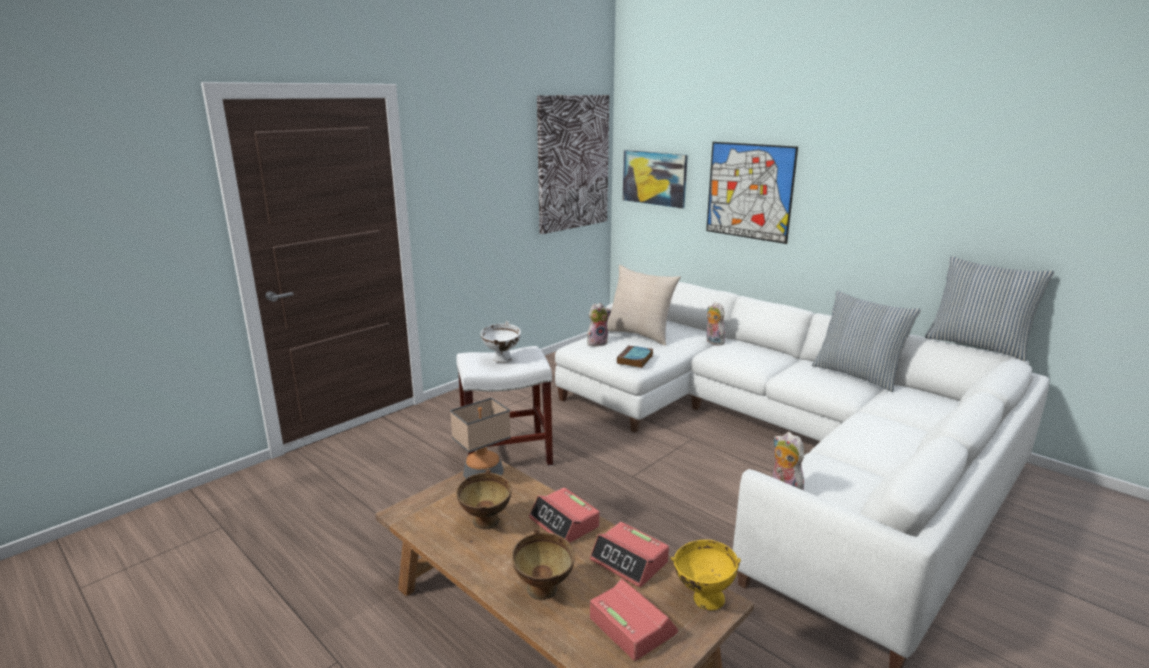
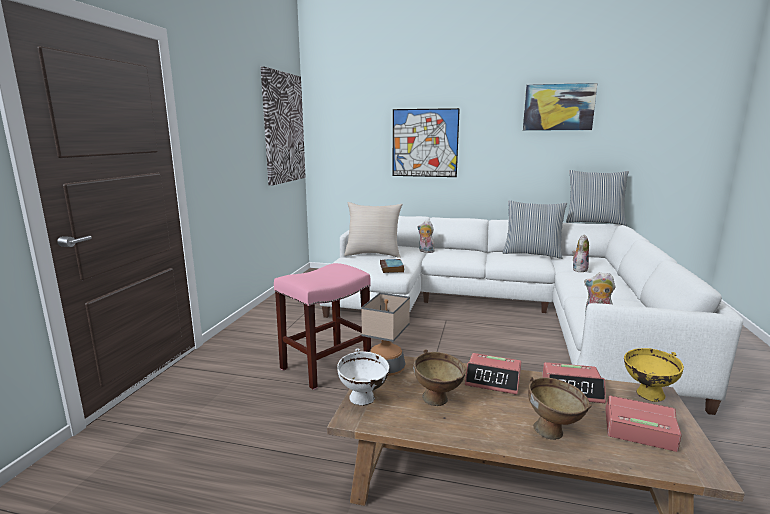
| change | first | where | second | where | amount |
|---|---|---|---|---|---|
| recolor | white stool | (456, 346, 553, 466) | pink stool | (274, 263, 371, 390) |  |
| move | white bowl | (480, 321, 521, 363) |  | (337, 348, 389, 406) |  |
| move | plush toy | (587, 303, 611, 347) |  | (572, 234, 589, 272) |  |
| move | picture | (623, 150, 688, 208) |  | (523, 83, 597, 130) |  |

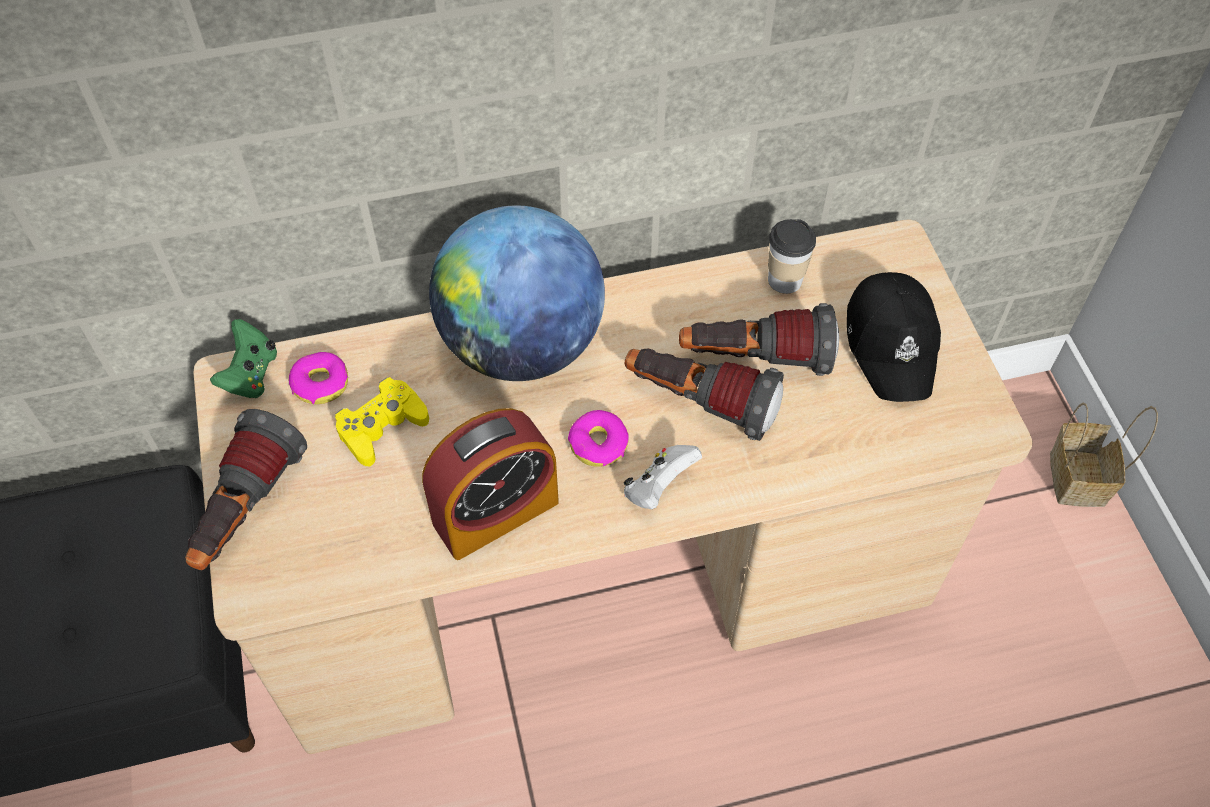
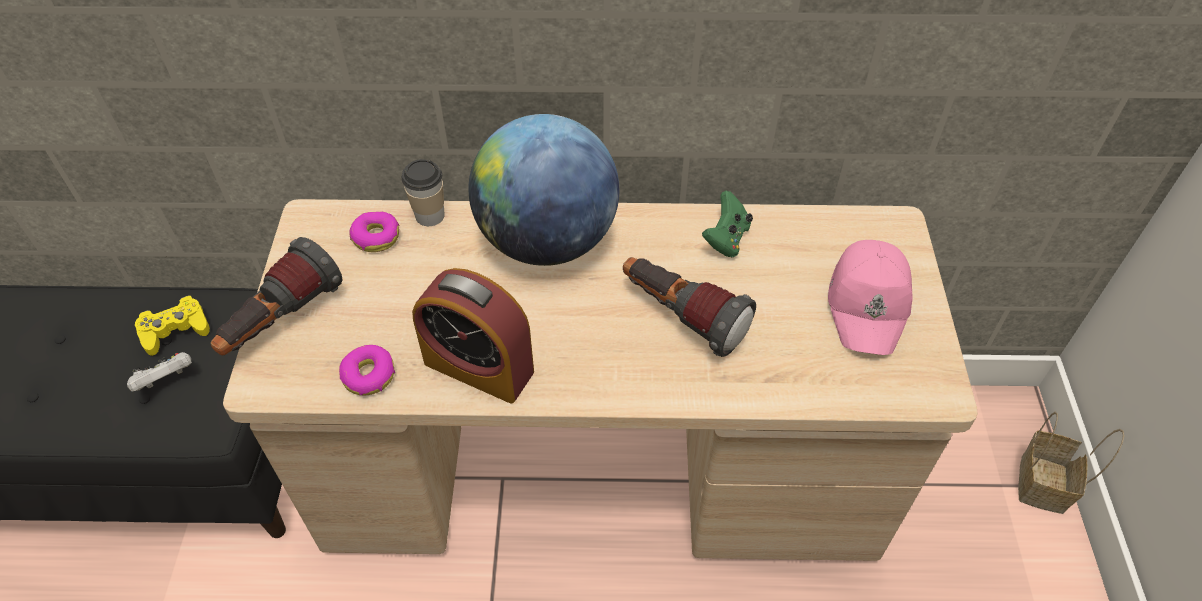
| change | first | where | second | where | amount |
|---|---|---|---|---|---|
| move | green game controller | (210, 319, 277, 398) |  | (702, 191, 753, 257) |  |
| move | yellow game controller | (335, 377, 429, 466) |  | (135, 295, 210, 356) |  |
| rotate | alarm clock | (422, 408, 559, 560) |  | (412, 268, 534, 403) | 45 degrees clockwise |
| move | donut | (568, 410, 629, 467) |  | (339, 345, 395, 395) |  |
| move | white game controller | (624, 445, 702, 509) |  | (127, 352, 192, 392) |  |
| delete | flashlight | (679, 303, 839, 376) |  |  |  |
| move | cup | (768, 219, 816, 294) |  | (401, 159, 445, 226) |  |
| recolor | black cap | (847, 272, 941, 402) | pink cap | (828, 240, 912, 355) |  |

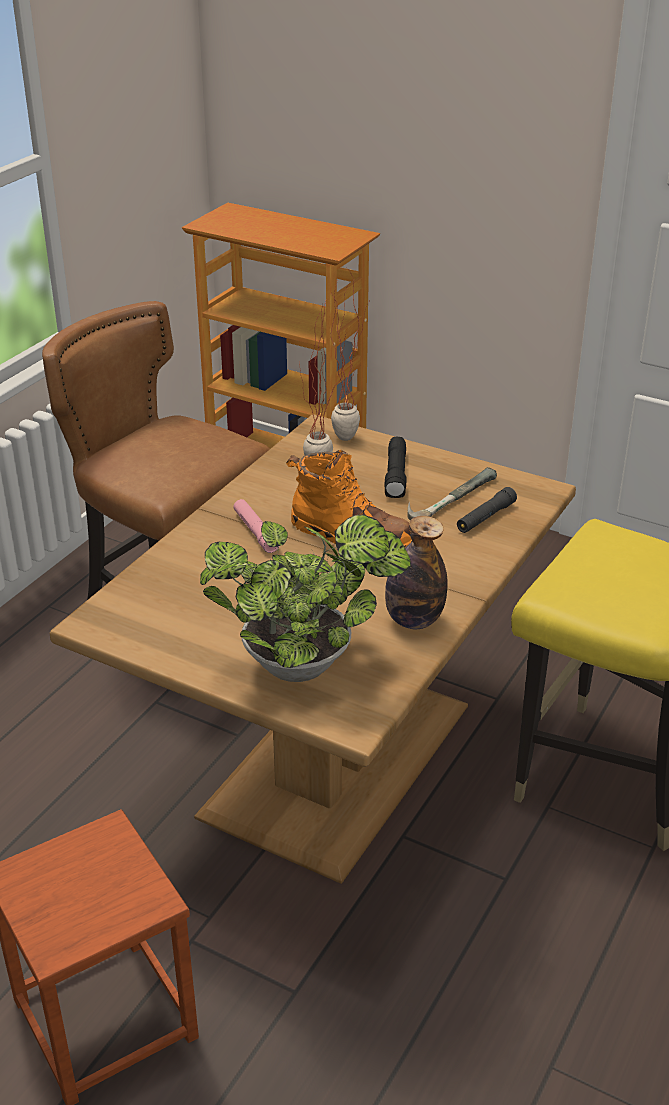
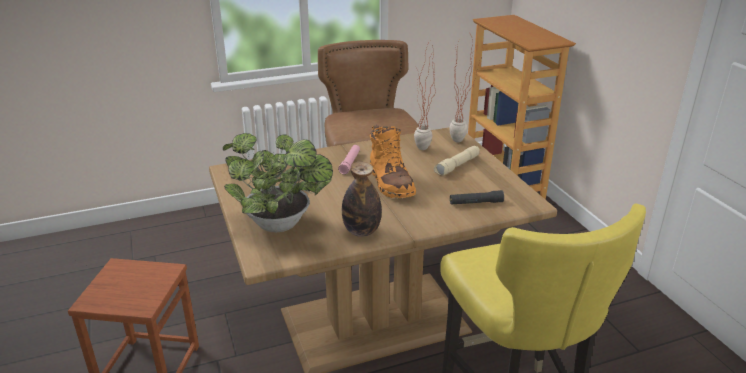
| change | first | where | second | where | amount |
|---|---|---|---|---|---|
| recolor | black flashlight | (384, 437, 407, 498) | beige flashlight | (434, 146, 480, 176) |  |
| delete | hammer | (407, 467, 497, 520) |  |  |  |

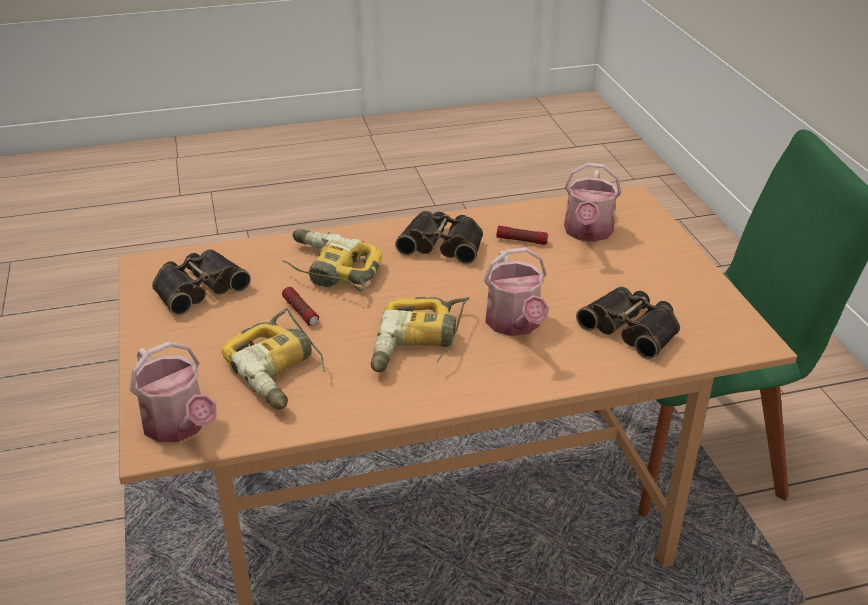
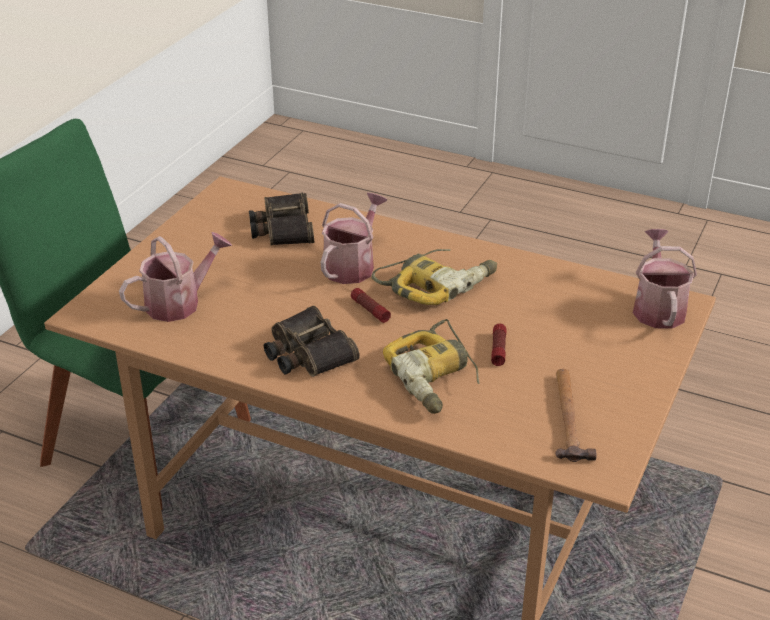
| change | first | where | second | where | amount |
|---|---|---|---|---|---|
| replace | binoculars | (152, 249, 251, 315) | hammer | (556, 369, 597, 462) |  |
| delete | power drill | (221, 308, 325, 410) |  |  |  |
| move | flashlight | (497, 226, 548, 245) |  | (351, 288, 391, 323) |  |

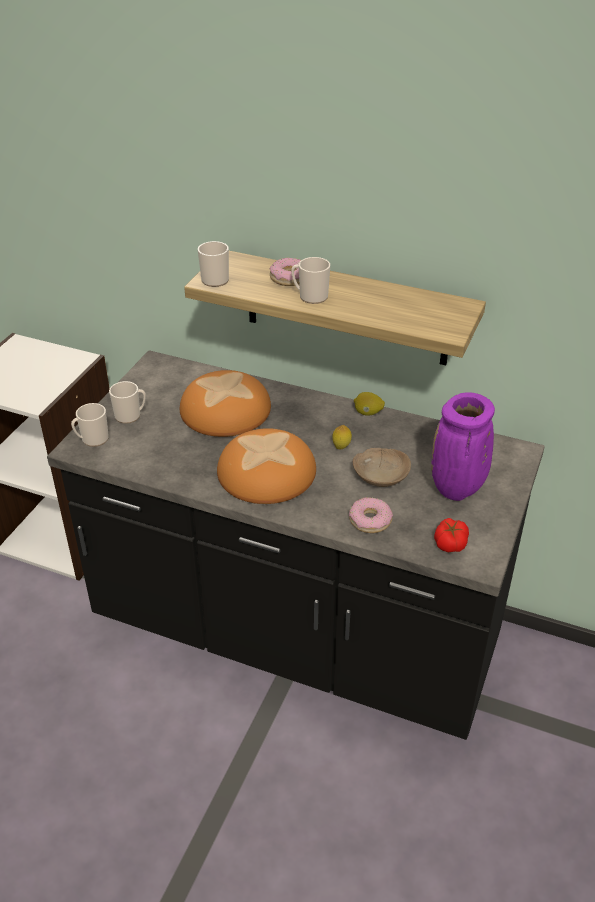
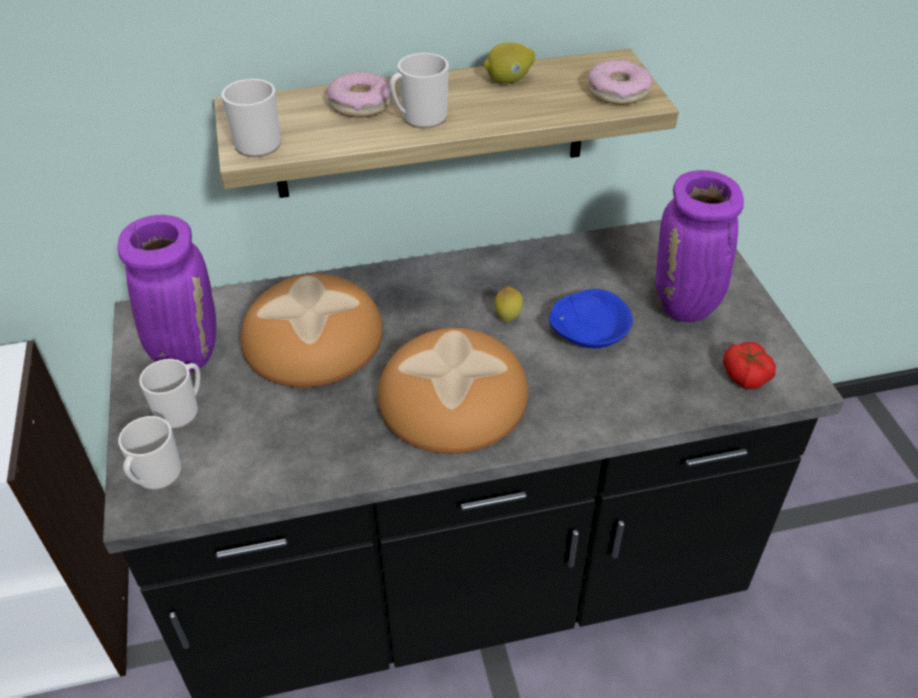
| change | first | where | second | where | amount |
|---|---|---|---|---|---|
| move | donut | (349, 497, 393, 533) |  | (588, 59, 653, 105) |  |
| recolor | beige bowl | (353, 448, 411, 487) | blue bowl | (549, 289, 633, 348) |  |
| move | lemon | (354, 392, 385, 416) |  | (484, 42, 535, 83) |  |
| insert |  |  | purple vase | (118, 215, 216, 373) |  |

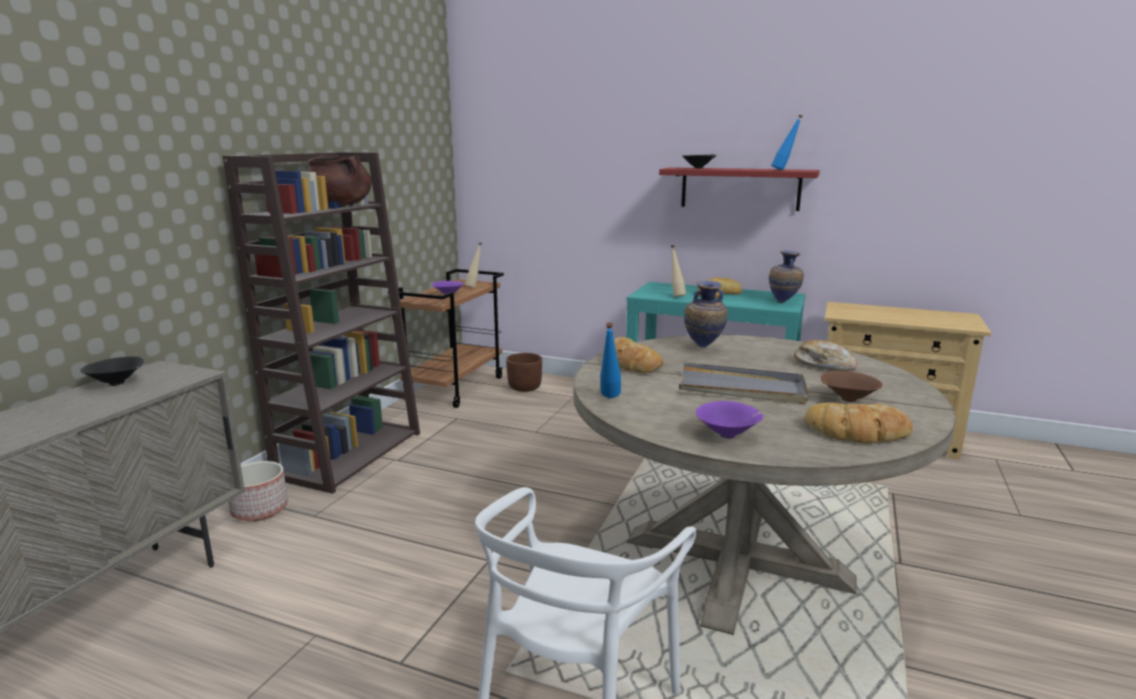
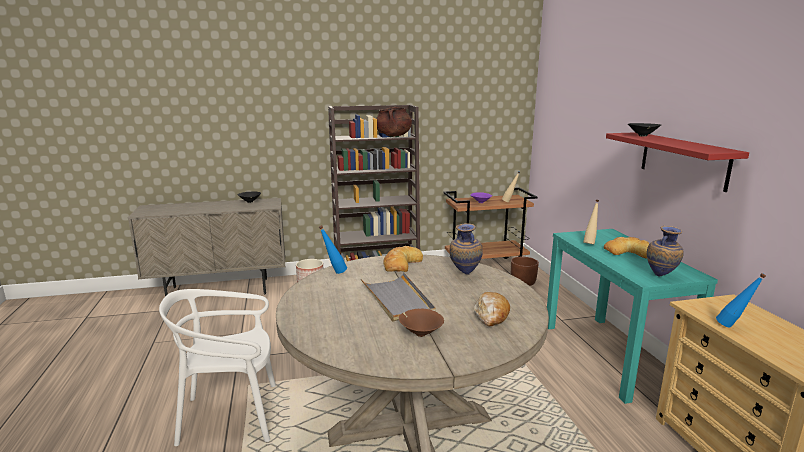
| change | first | where | second | where | amount |
|---|---|---|---|---|---|
| delete | purple bowl | (696, 401, 763, 439) |  |  |  |
| move | blue bottle | (771, 115, 803, 170) |  | (716, 273, 766, 327) |  |
| delete | bread | (804, 402, 913, 444) |  |  |  |

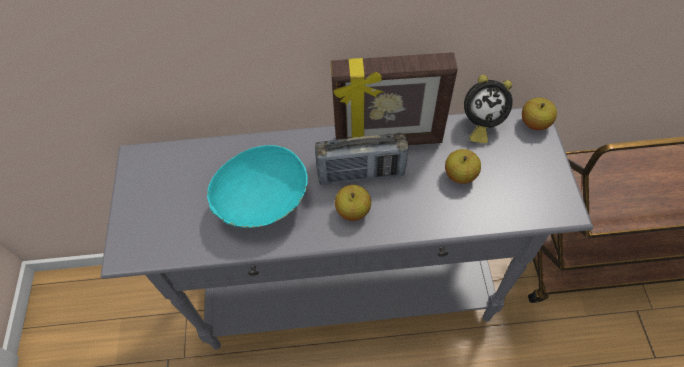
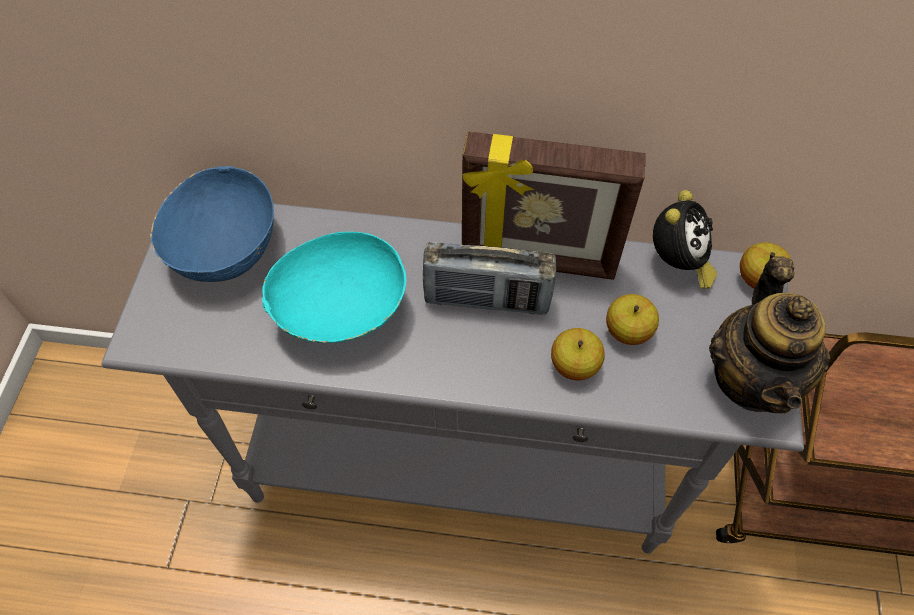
| change | first | where | second | where | amount |
|---|---|---|---|---|---|
| move | apple | (335, 185, 371, 221) |  | (551, 328, 605, 380) |  |
| rotate | alarm clock | (464, 75, 513, 144) |  | (653, 190, 717, 289) | 75 degrees counterclockwise |
| insert |  |  | blue bowl | (150, 166, 274, 282) |  |
| insert |  |  | teapot | (709, 256, 830, 413) |  |

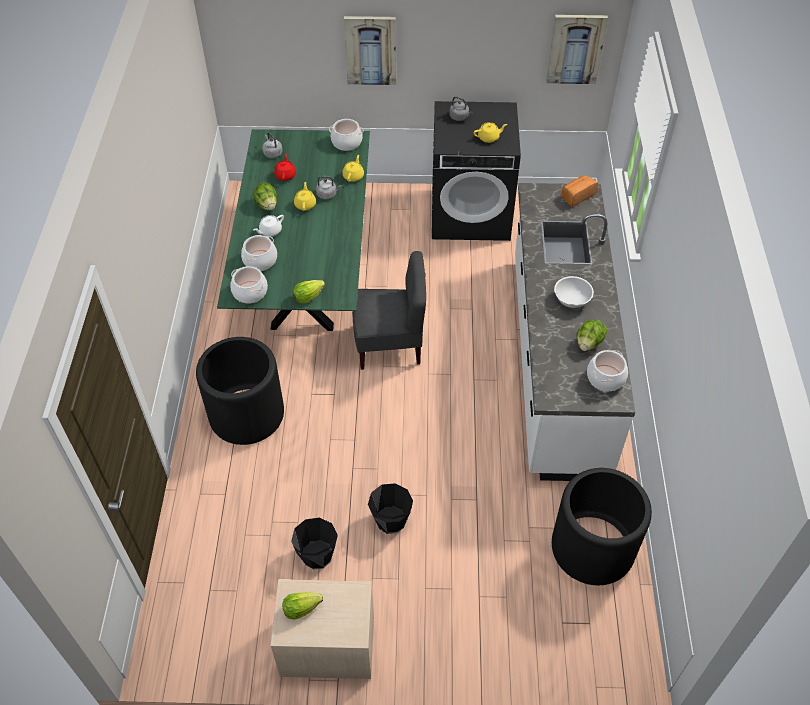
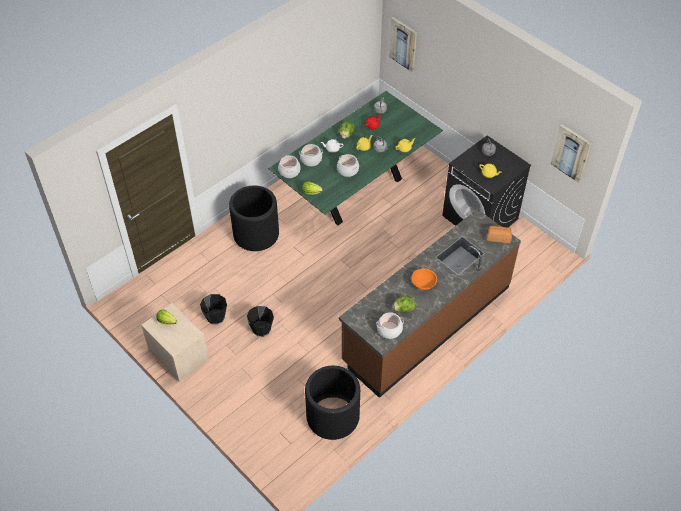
| change | first | where | second | where | amount |
|---|---|---|---|---|---|
| move | cooking pot | (329, 119, 363, 151) |  | (337, 154, 359, 177) |  |
| move | picture | (344, 16, 396, 85) |  | (389, 17, 417, 72) |  |
| delete | grey chair | (352, 251, 426, 370) |  |  |  |
| recolor | white counter | (515, 183, 635, 481) | brown counter | (339, 209, 521, 398) |  |
| recolor | white bowl | (554, 276, 594, 308) | orange bowl | (412, 268, 437, 290) |  |

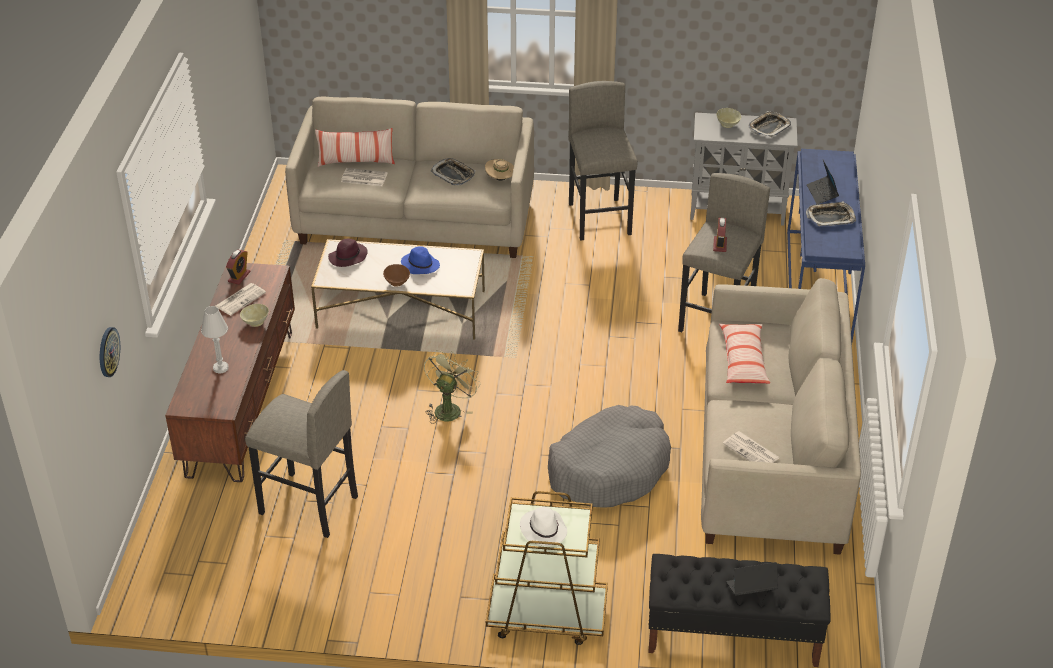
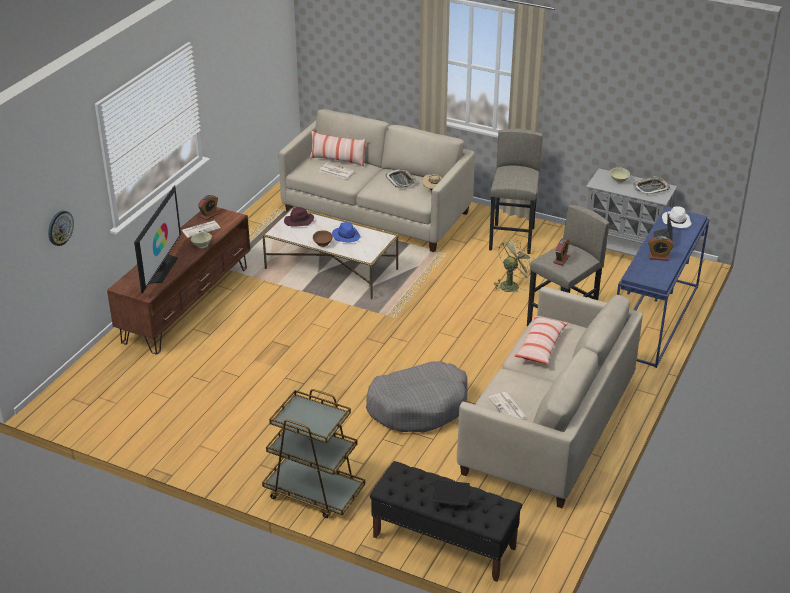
| change | first | where | second | where | amount |
|---|---|---|---|---|---|
| replace | white table lamp | (201, 306, 229, 374) | television | (134, 185, 181, 293) |  |
| delete | grey stool | (245, 370, 358, 538) |  |  |  |
| move | green fan | (424, 350, 481, 424) |  | (494, 239, 532, 292) |  |
| move | white hat | (520, 507, 567, 546) |  | (662, 206, 692, 228) |  |
| replace | tray | (806, 202, 856, 226) | alarm clock | (648, 236, 674, 261) |  |

